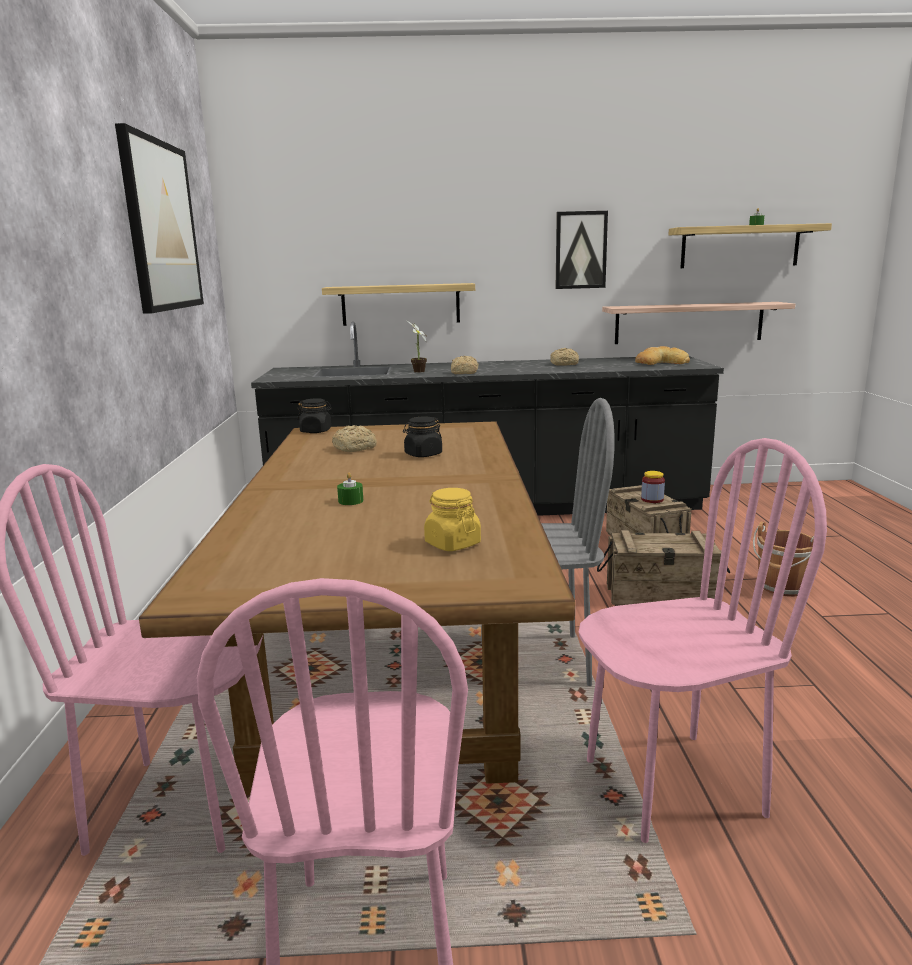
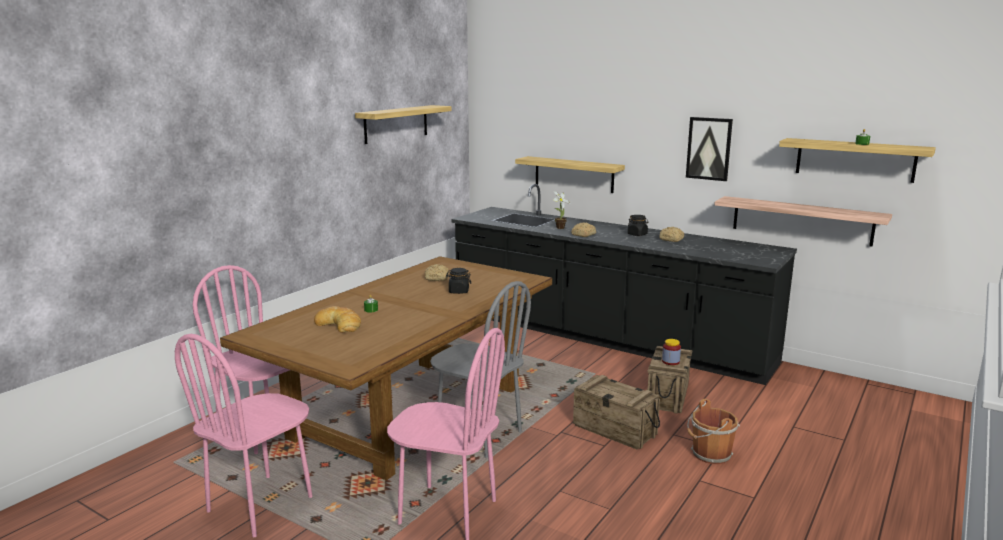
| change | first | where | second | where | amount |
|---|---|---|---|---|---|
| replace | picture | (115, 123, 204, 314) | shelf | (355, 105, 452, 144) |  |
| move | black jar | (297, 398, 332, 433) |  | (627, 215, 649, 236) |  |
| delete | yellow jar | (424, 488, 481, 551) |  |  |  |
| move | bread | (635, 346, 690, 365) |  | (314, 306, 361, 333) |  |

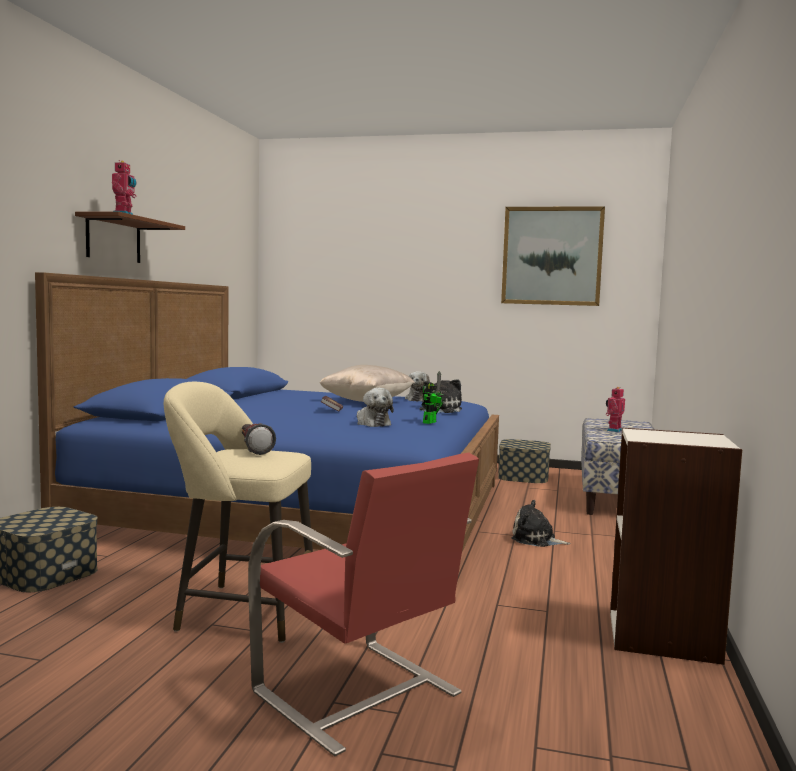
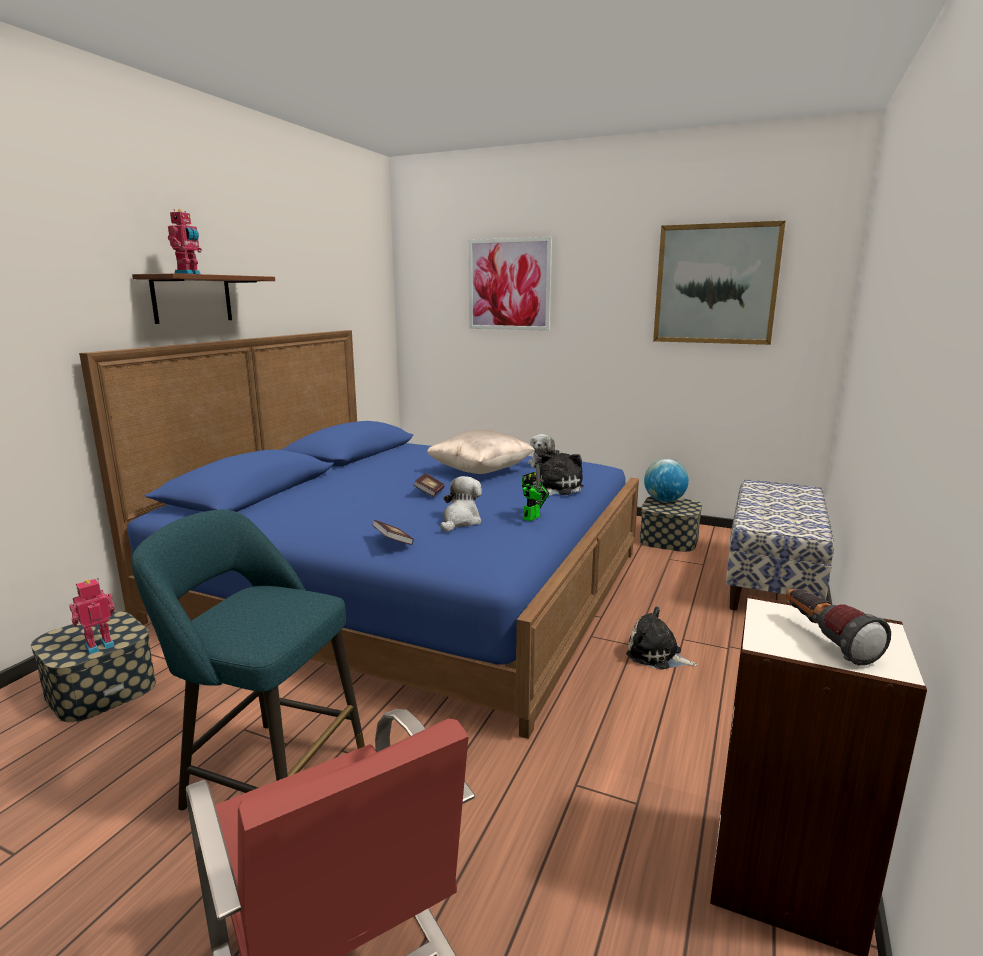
| change | first | where | second | where | amount |
|---|---|---|---|---|---|
| recolor | beige stool | (164, 382, 313, 643) | turquoise stool | (131, 510, 365, 811) |  |
| move | flashlight | (242, 423, 276, 455) |  | (786, 589, 891, 666) |  |
| rotate | plush toy | (357, 388, 394, 427) |  | (440, 476, 482, 532) | 135 degrees counterclockwise |
| move | toy robot | (606, 387, 625, 432) |  | (69, 578, 115, 654) |  |
| insert |  |  | book | (372, 520, 414, 545) |  |
| insert |  |  | picture | (468, 237, 552, 331) |  |
| insert |  |  | globe | (644, 459, 689, 502) |  |

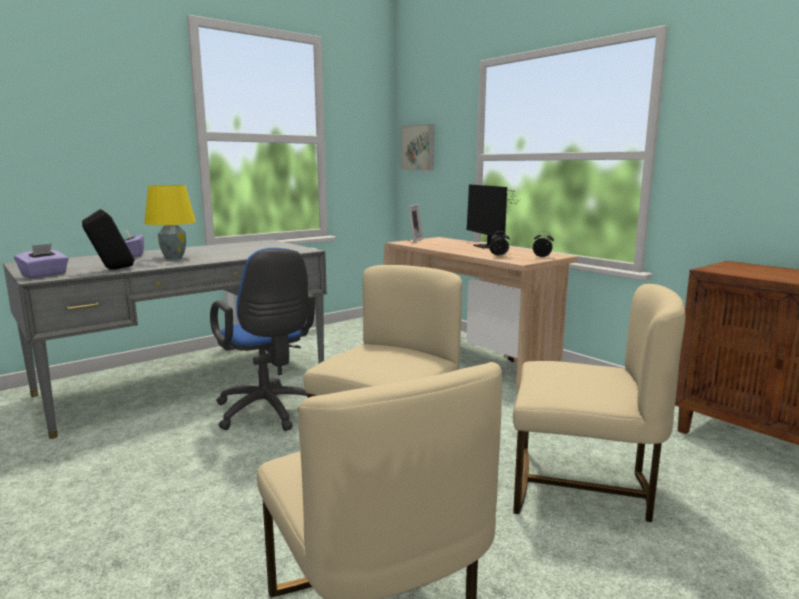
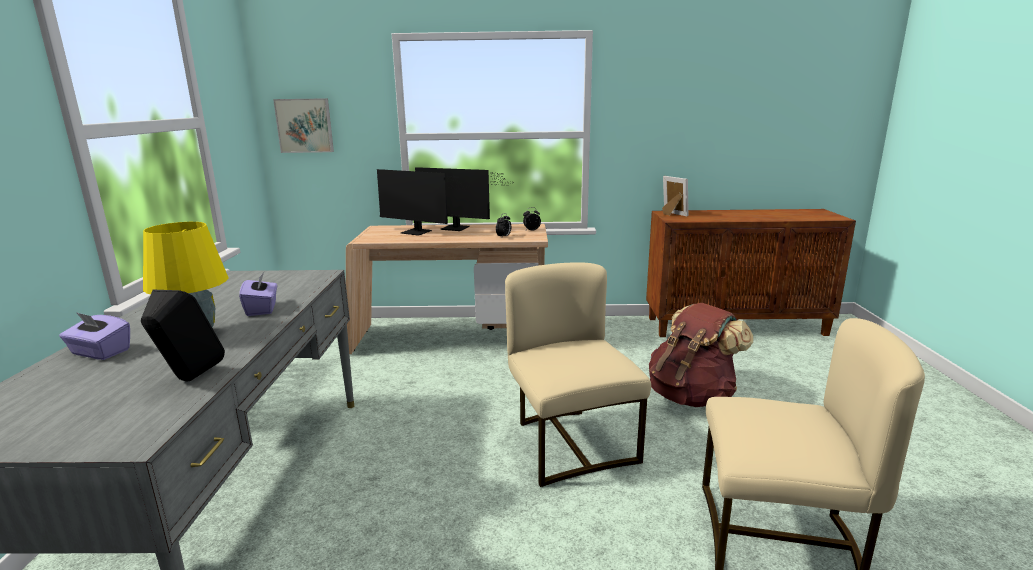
| change | first | where | second | where | amount |
|---|---|---|---|---|---|
| move | purple tissue box | (14, 243, 69, 278) |  | (239, 272, 277, 316) |  |
| delete | blue office chair | (210, 248, 315, 431) |  |  |  |
| move | picture frame | (408, 204, 423, 243) |  | (662, 176, 689, 216) |  |
| replace | beige chair | (513, 284, 685, 522) | brown backpack | (649, 303, 753, 407) |  |
| insert |  |  | monitor | (377, 169, 465, 236) |  |

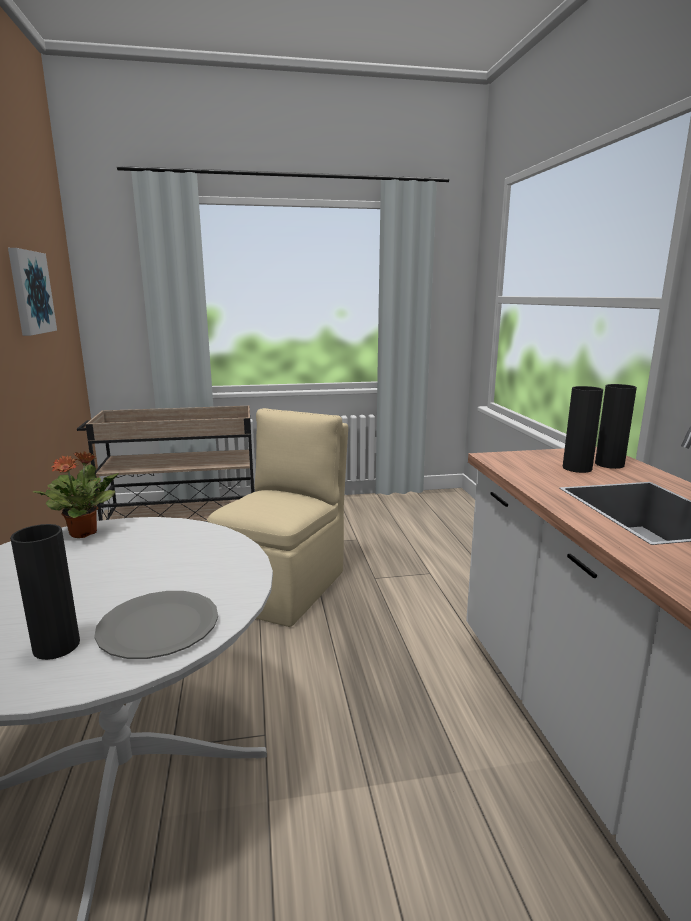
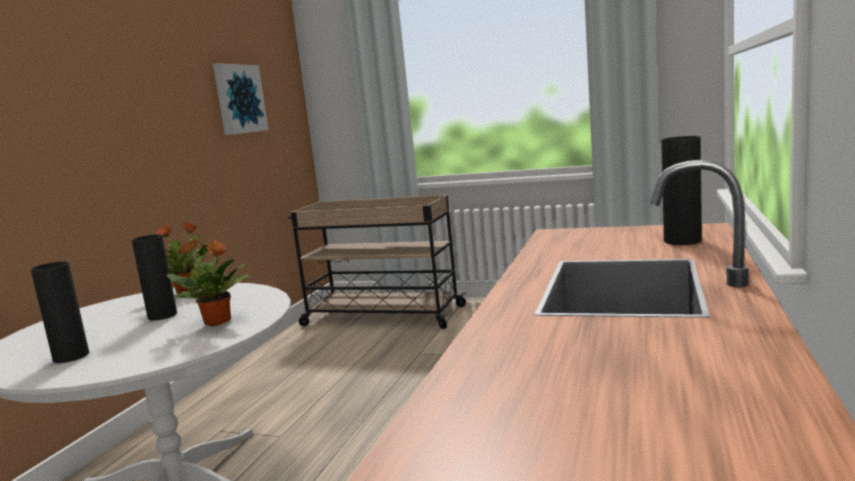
| change | first | where | second | where | amount |
|---|---|---|---|---|---|
| delete | grey plate | (94, 591, 218, 659) |  |  |  |
| delete | beige chair | (207, 408, 348, 627) |  |  |  |
| move | black vase | (563, 386, 603, 473) |  | (132, 234, 177, 321) |  |
| insert |  |  | potted plant | (167, 238, 250, 326) |  |

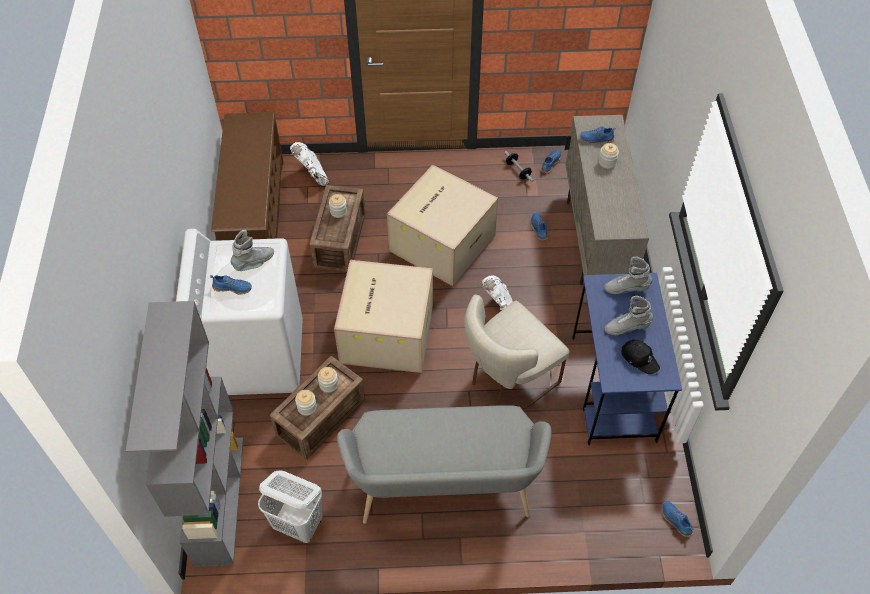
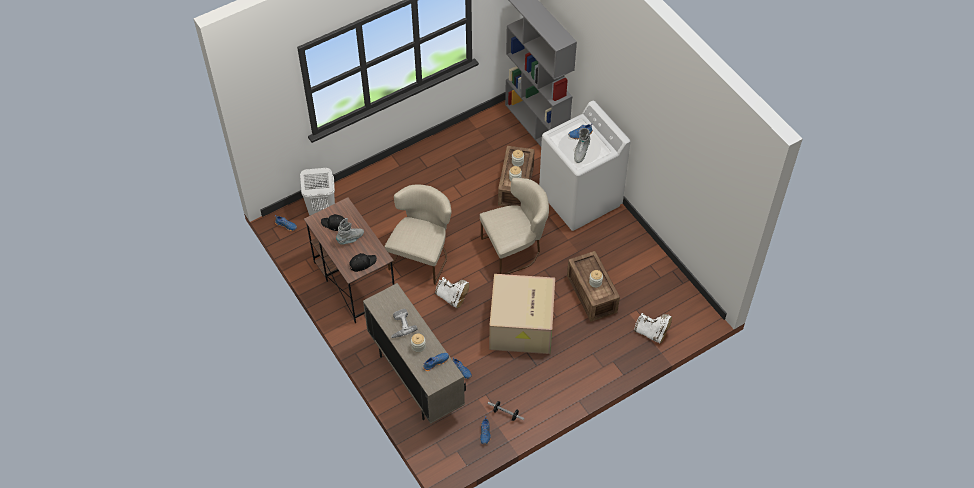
| change | first | where | second | where | amount |
|---|---|---|---|---|---|
| delete | brown shoe rack | (211, 112, 283, 241) |  |  |  |
| move | white laundry basket | (258, 471, 322, 543) |  | (300, 168, 335, 215) |  |
| replace | cardboard box | (334, 260, 433, 373) | beige chair | (480, 178, 549, 274) |  |
| delete | grey bench | (337, 405, 551, 524) |  |  |  |
| recolor | blue desk | (572, 273, 682, 445) | brown desk | (304, 197, 394, 323) |  |
| replace | grey boot | (604, 257, 652, 294) | black cap | (349, 253, 377, 272) |  |
| insert |  |  | power drill | (391, 309, 417, 338) |  |

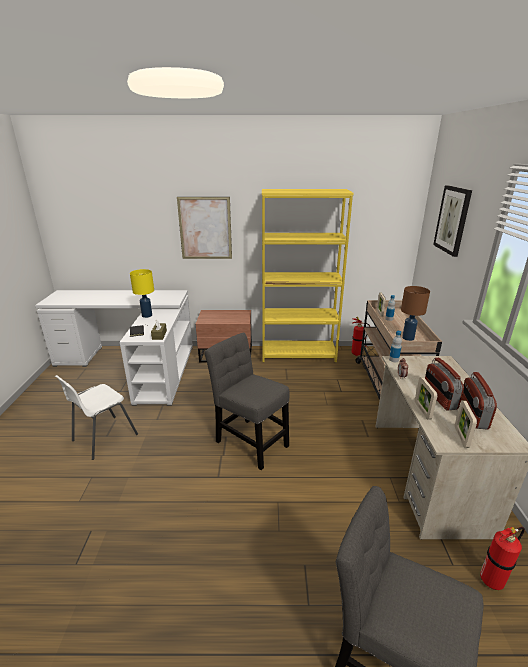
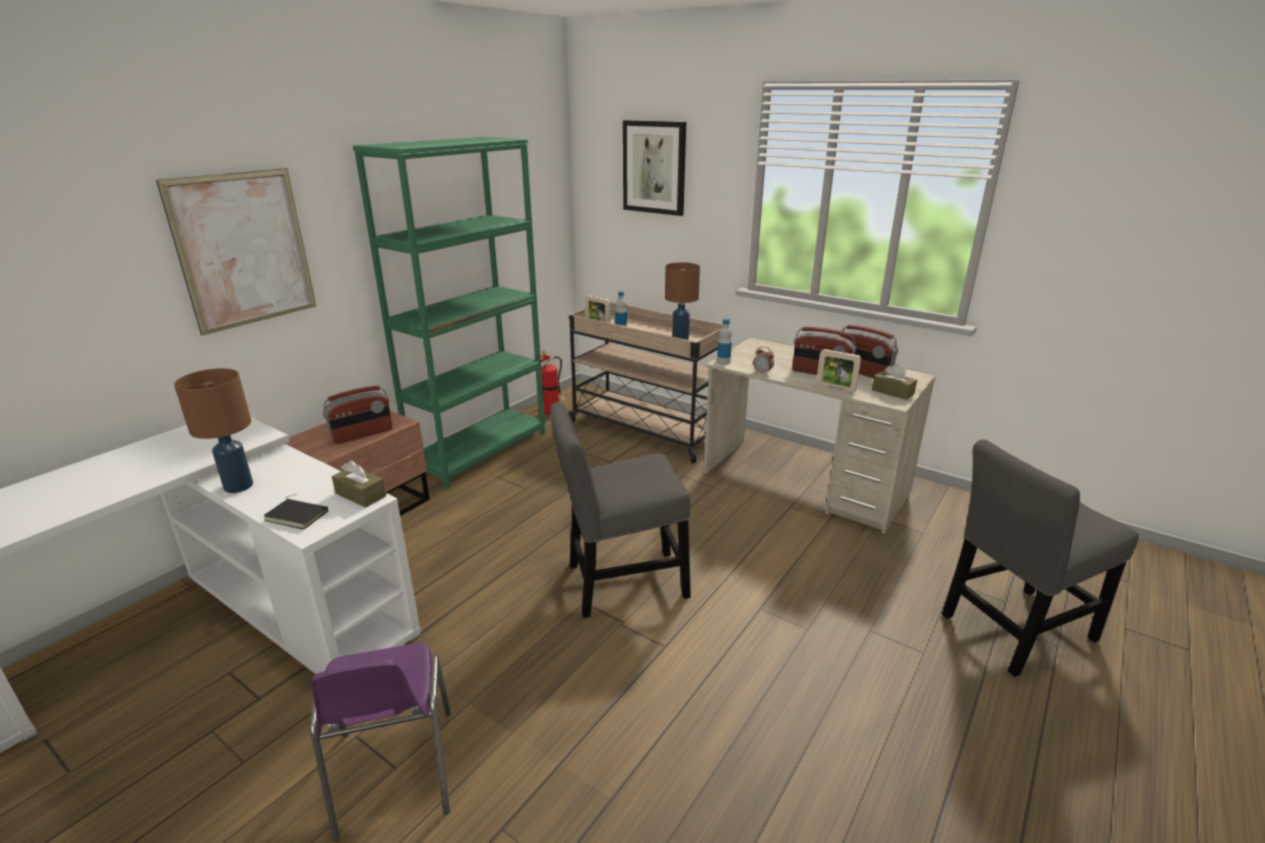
| change | first | where | second | where | amount |
|---|---|---|---|---|---|
| recolor | white chair | (55, 375, 138, 460) | purple chair | (310, 643, 451, 841) |  |
| recolor | yellow table lamp | (130, 269, 154, 318) | brown table lamp | (174, 368, 253, 493) |  |
| recolor | yellow bookcase | (262, 189, 354, 362) | green bookcase | (353, 137, 545, 489) |  |
| replace | picture frame | (455, 400, 477, 448) | brown tissue box | (872, 363, 917, 400) |  |
| delete | fire extinguisher | (480, 527, 525, 590) |  |  |  |
| insert |  |  | radio | (323, 386, 393, 444) |  |

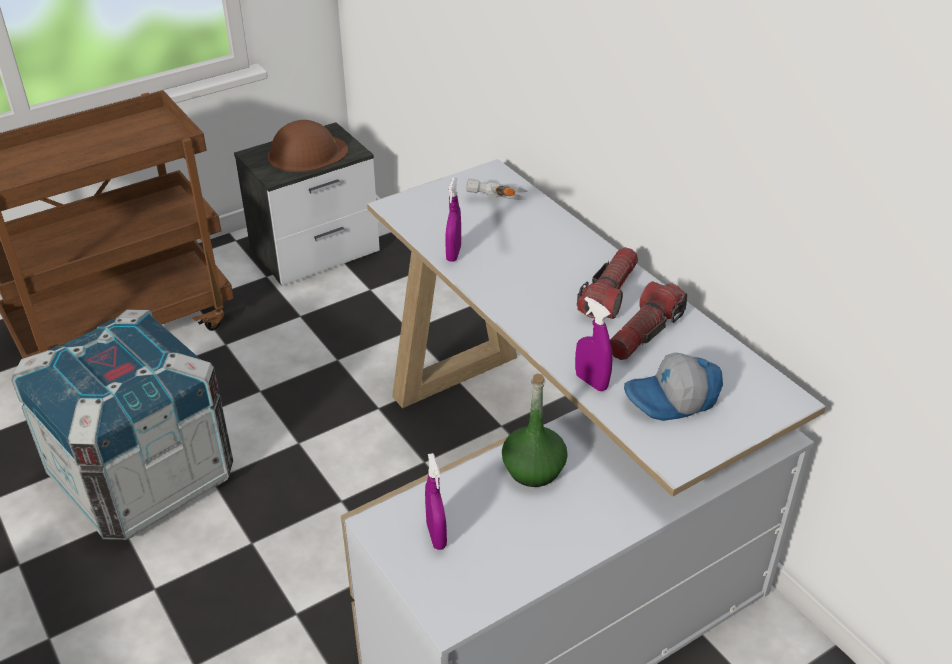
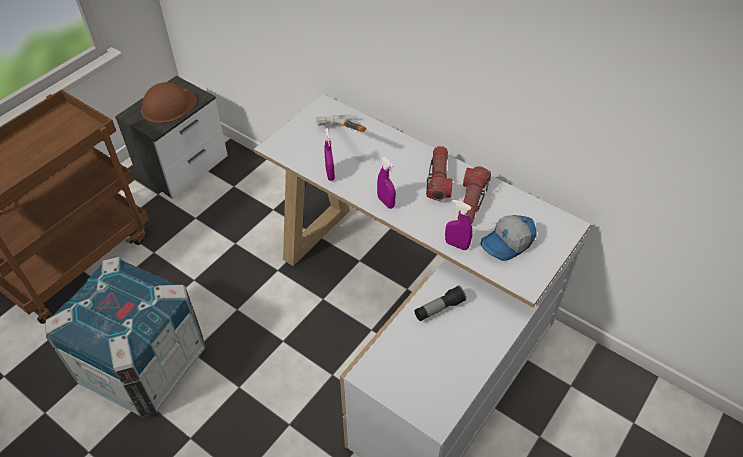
| change | first | where | second | where | amount |
|---|---|---|---|---|---|
| move | purple spray bottle | (425, 453, 447, 550) |  | (377, 157, 396, 209) |  |
| replace | green bottle | (502, 373, 568, 487) | flashlight | (414, 286, 466, 321) |  |

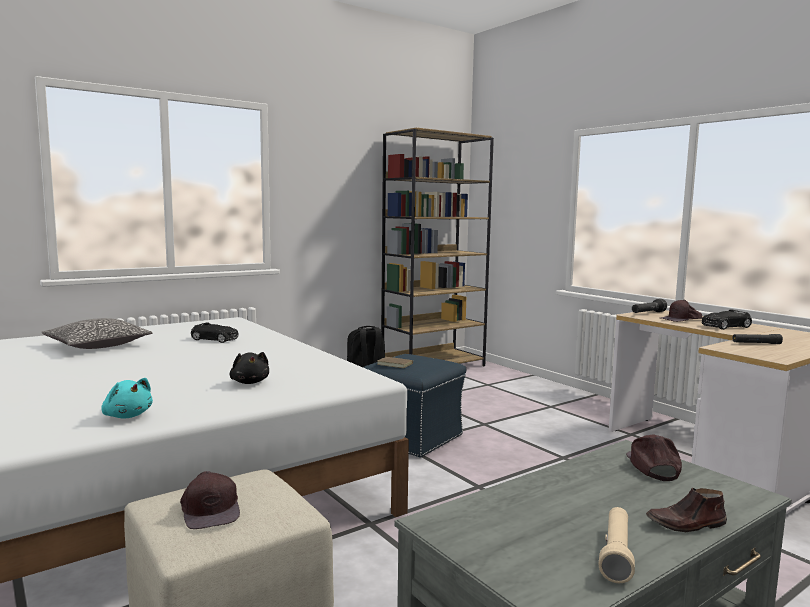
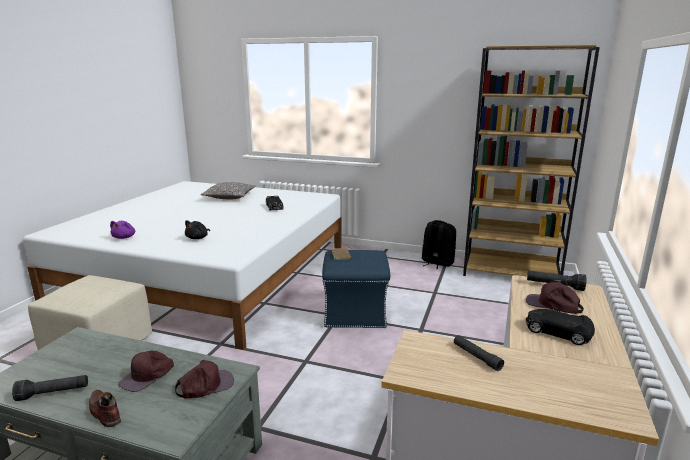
| change | first | where | second | where | amount |
|---|---|---|---|---|---|
| recolor | turquoise plush toy | (101, 378, 153, 418) | purple plush toy | (110, 221, 135, 239) |  |
| move | brown cap | (180, 471, 240, 529) |  | (118, 351, 174, 392) |  |
| recolor | beige flashlight | (599, 507, 635, 583) | black flashlight | (12, 375, 88, 401) |  |

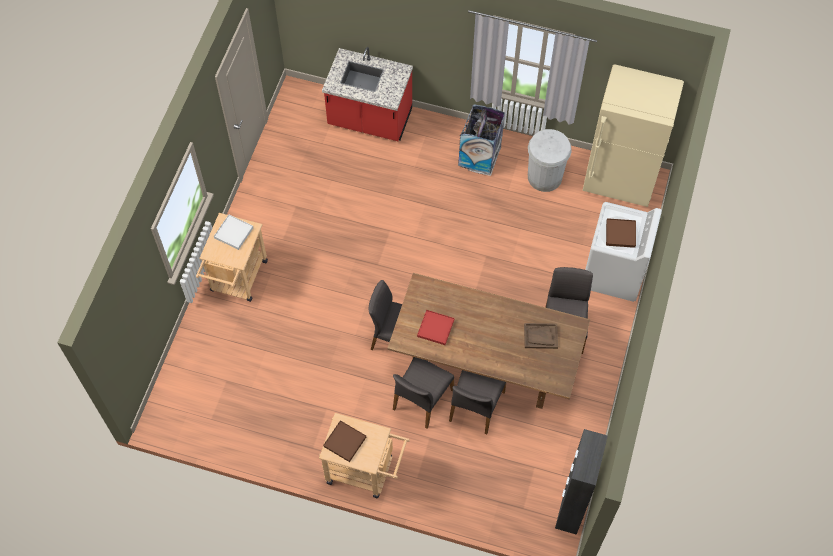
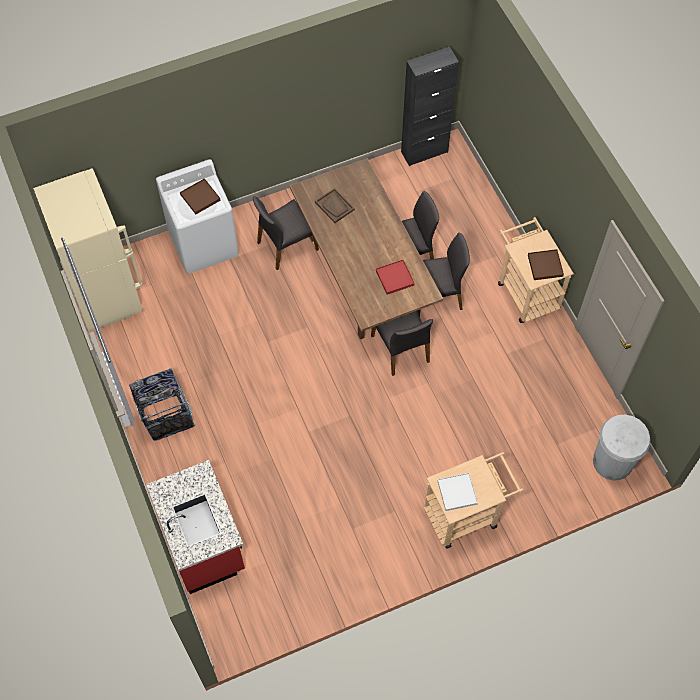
| change | first | where | second | where | amount |
|---|---|---|---|---|---|
| move | white trash can | (528, 129, 572, 192) |  | (593, 415, 651, 481) |  |

